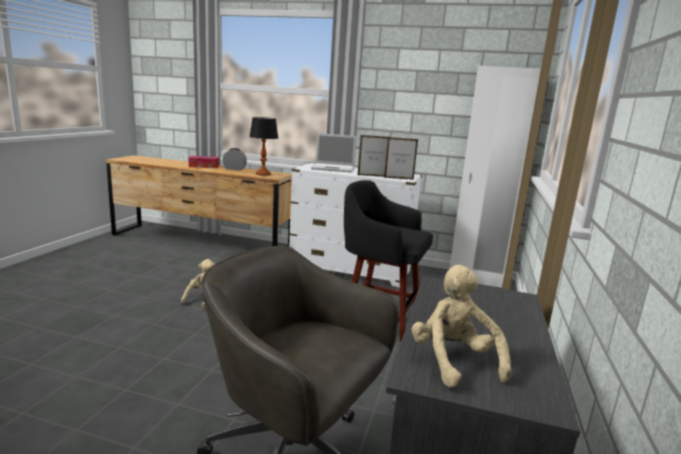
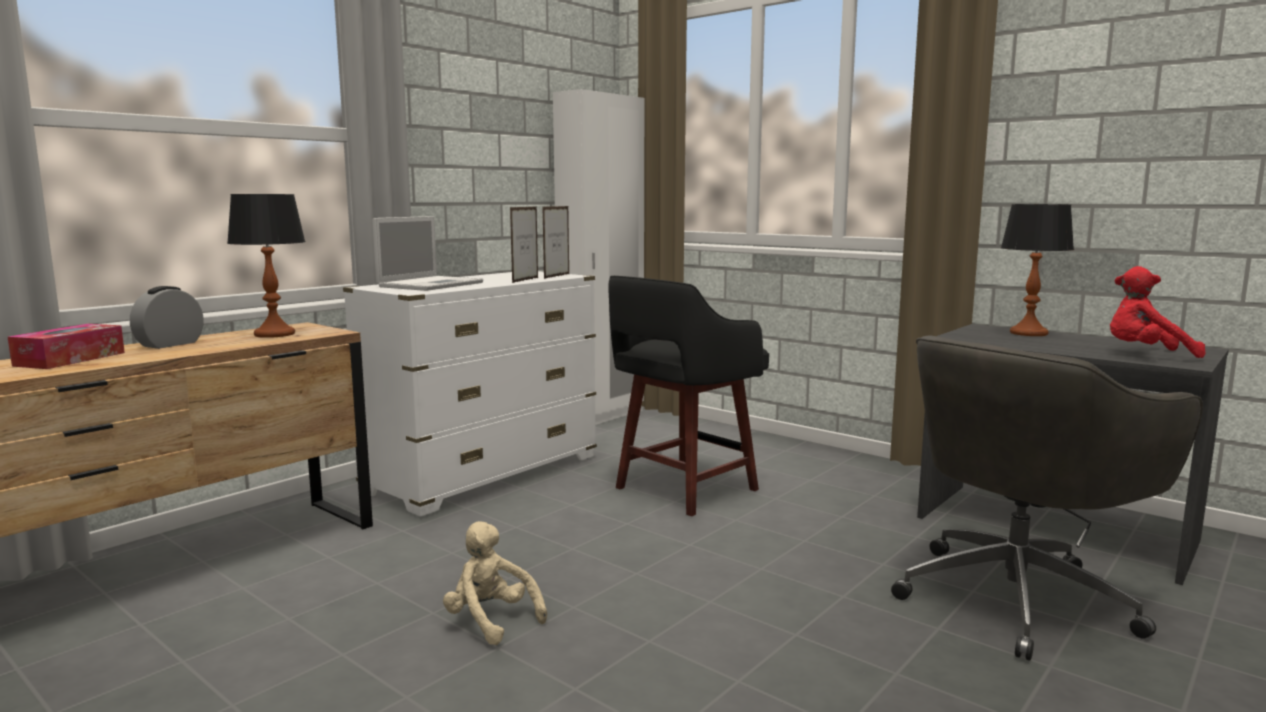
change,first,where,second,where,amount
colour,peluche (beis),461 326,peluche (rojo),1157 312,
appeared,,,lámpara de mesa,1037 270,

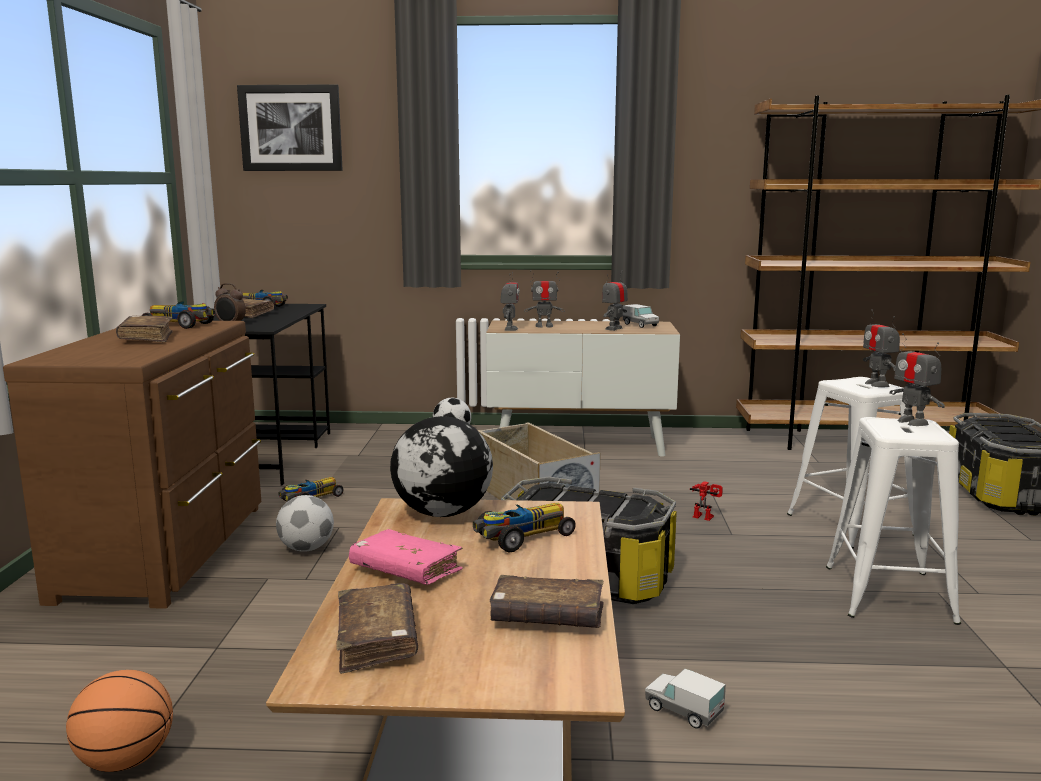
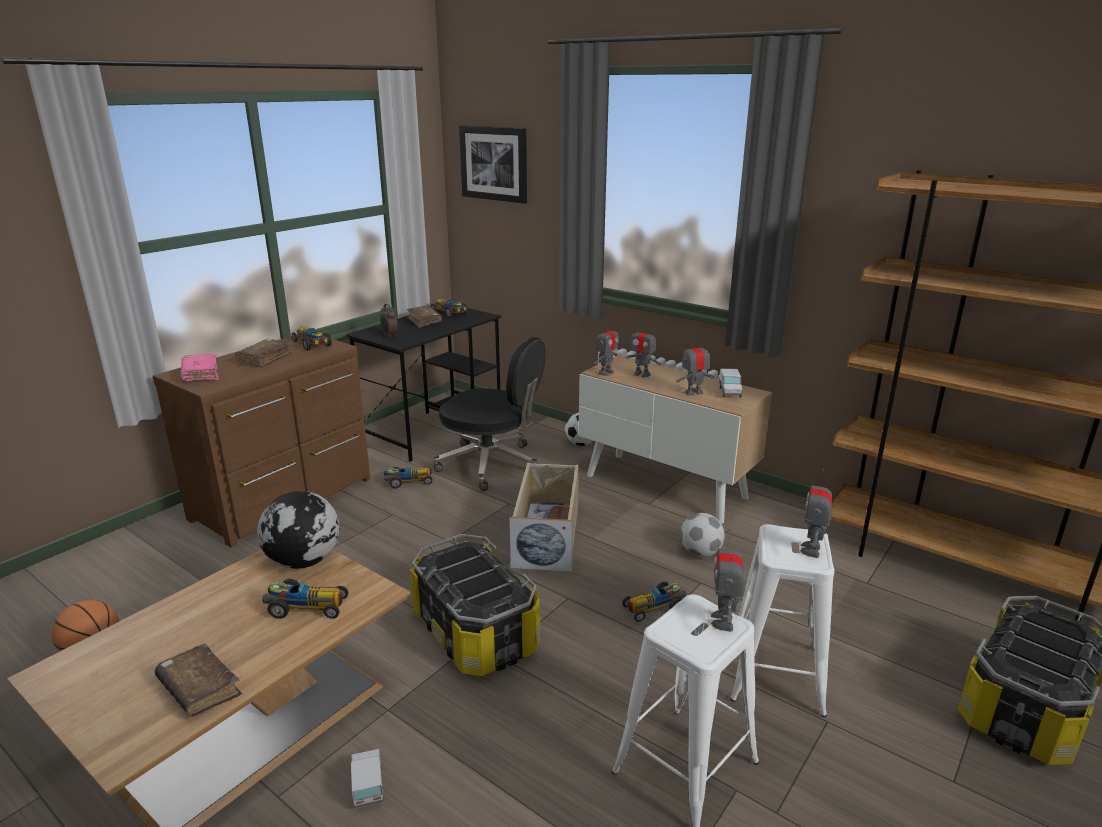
change,first,where,second,where,amount
exchanged,robot de juguete,706 501,coche de juguete,654 602,
relocated,balón de fútbol,305 523,,702 535,
relocated,libro (rosa),406 557,,200 367,
missing,libro (marrón),377 628,,,
appeared,,,silla de oficina (negro),489 414,

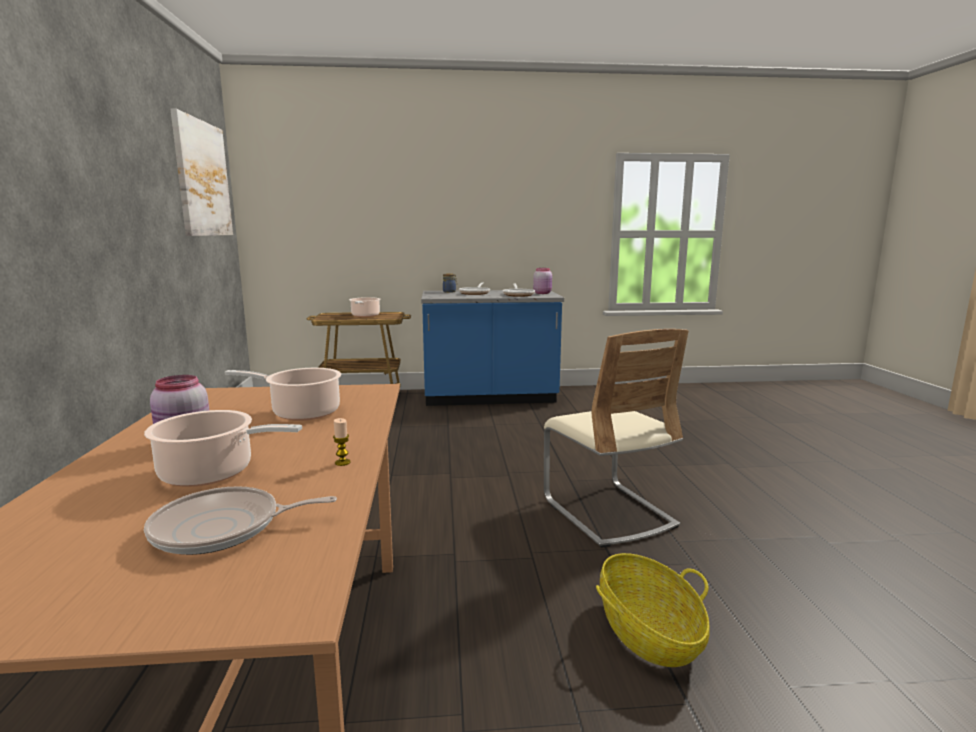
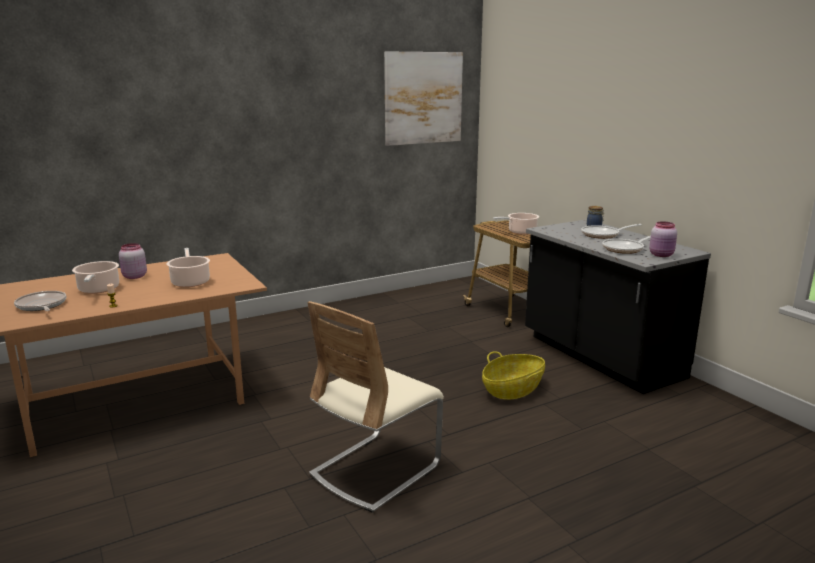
change,first,where,second,where,amount
colour,mueble bajo de cocina (azul),492 348,mueble bajo de cocina (negro),618 306,
relocated,cesta,653 610,,513 375,

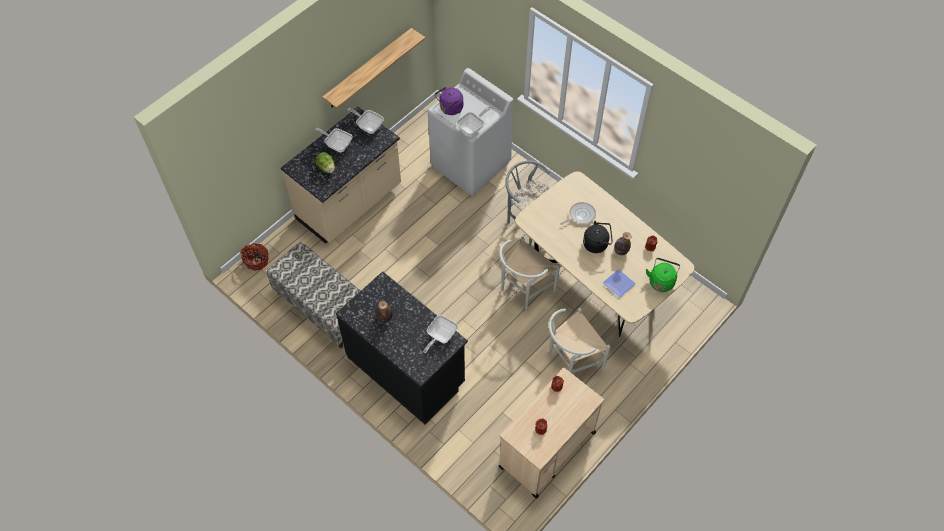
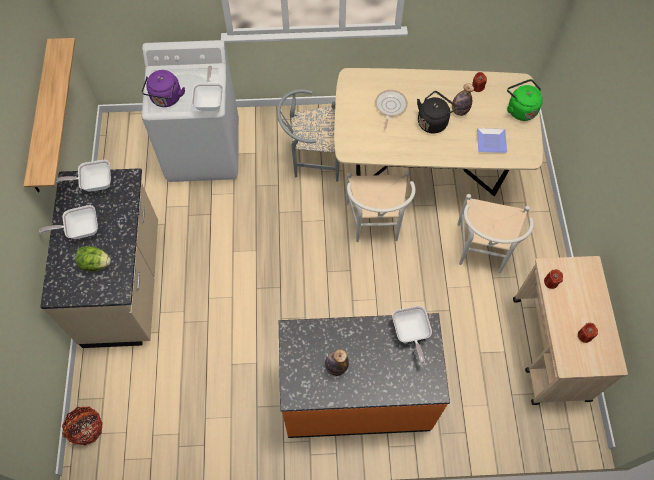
change,first,where,second,where,amount
missing,banco,313 295,,,
colour,mueble bajo de cocina (negro),402 348,mueble bajo de cocina (naranja),364 375,

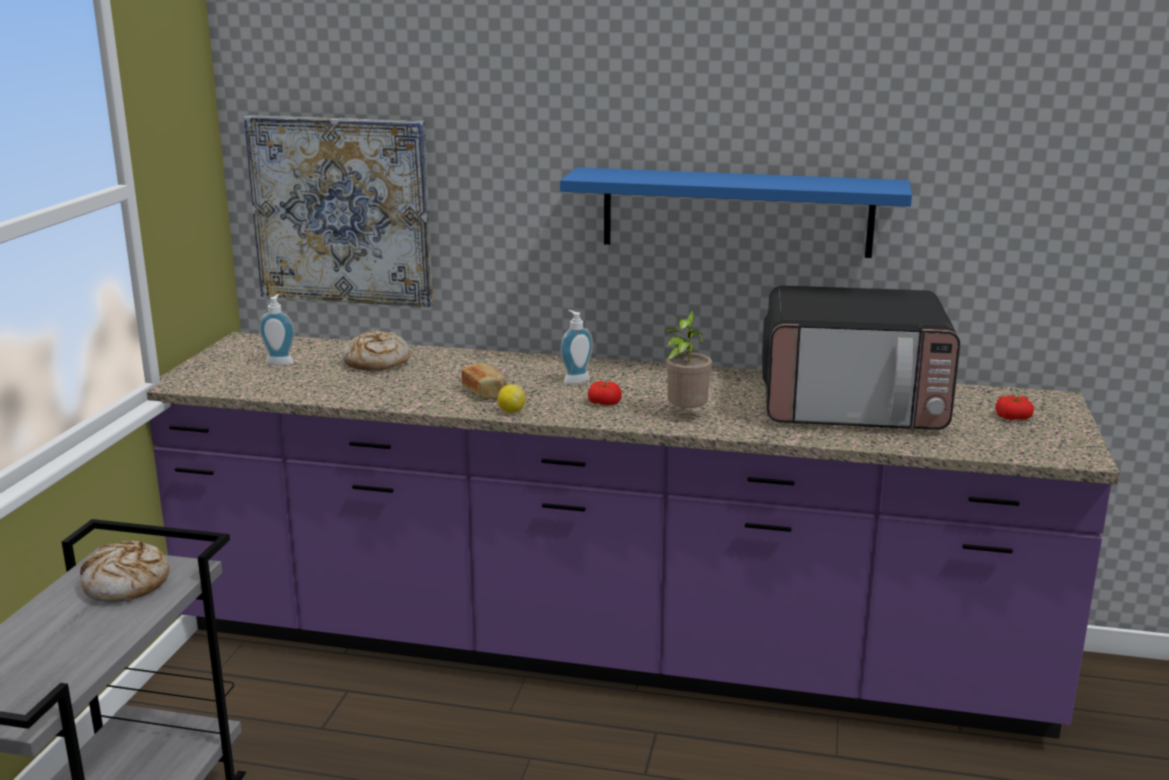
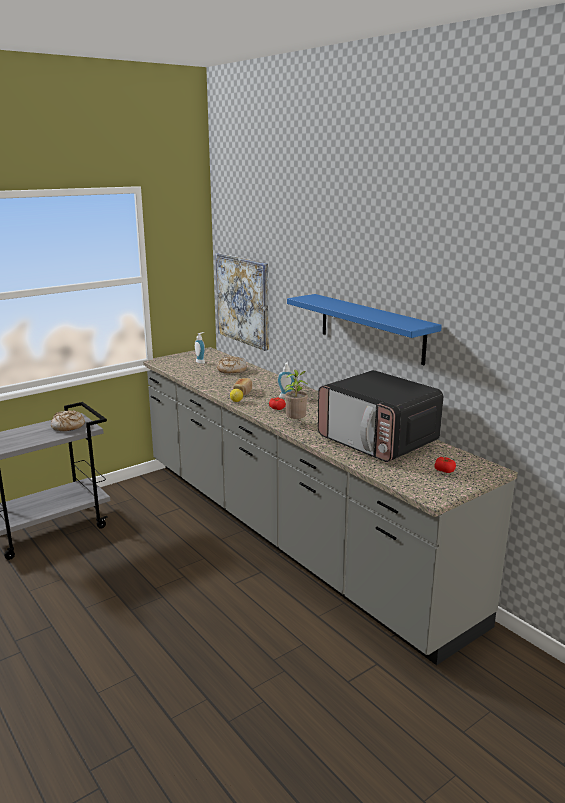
change,first,where,second,where,amount
colour,mueble bajo de cocina (morado),633 535,mueble bajo de cocina (gris),330 506,

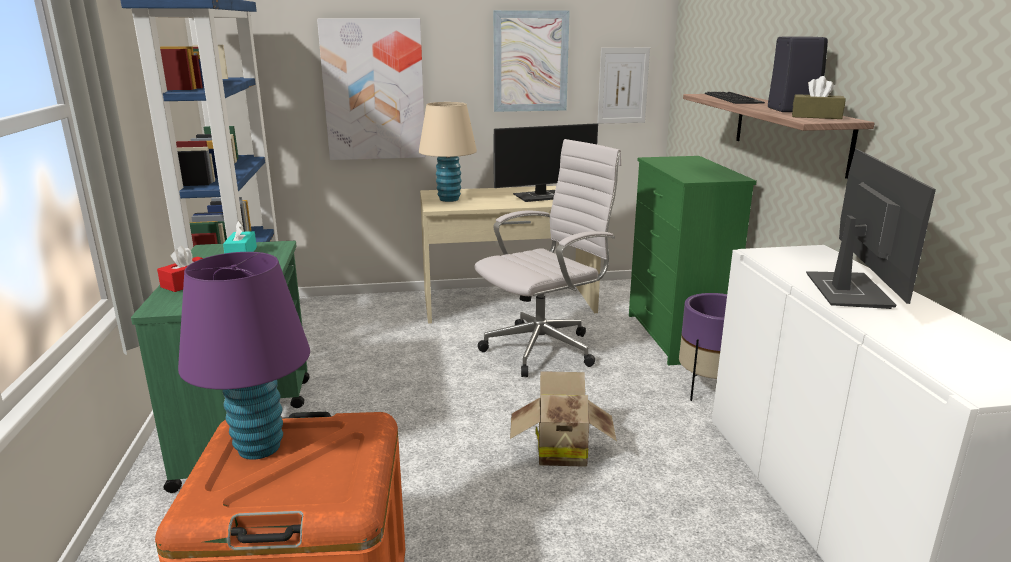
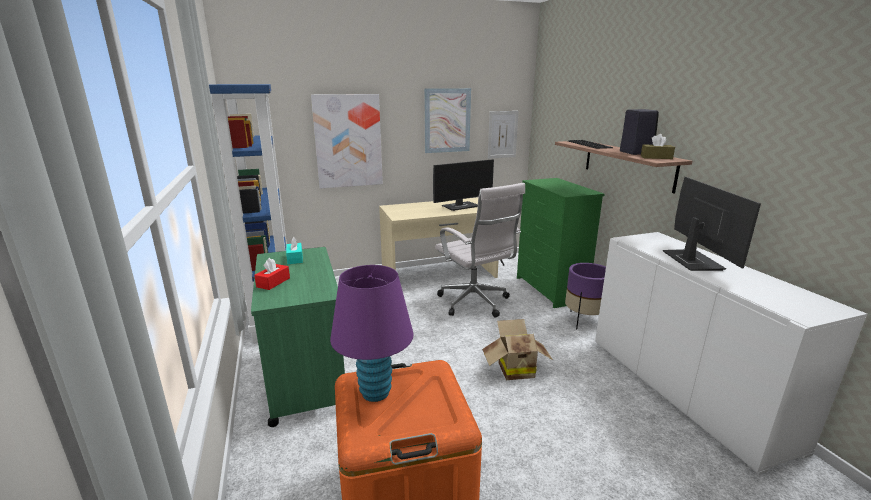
change,first,where,second,where,amount
missing,lámpara de mesa (beis),448 152,,,
spun,silla de oficina (blanco),547 258,,480 250,105 degrees clockwise

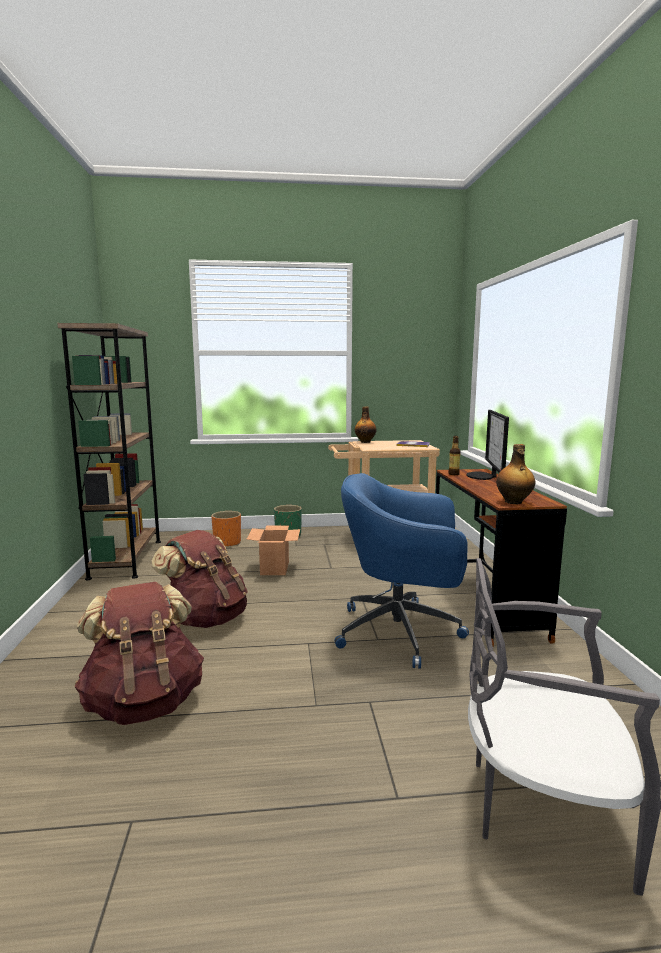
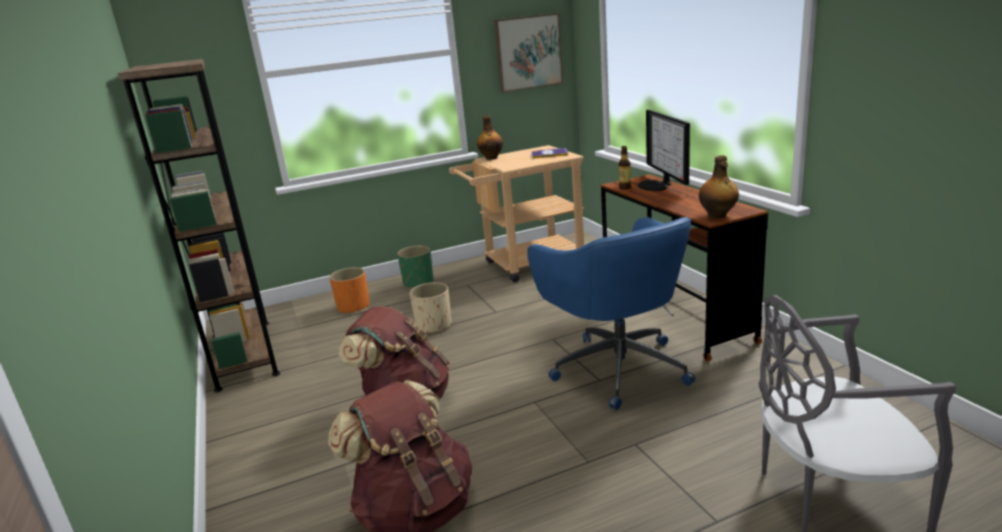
change,first,where,second,where,amount
spun,silla de oficina (azul),402 571,,611 313,105 degrees counterclockwise
exchanged,caja de cartón,273 550,maceta (beis),430 308,
appeared,,,cuadro,528 53,

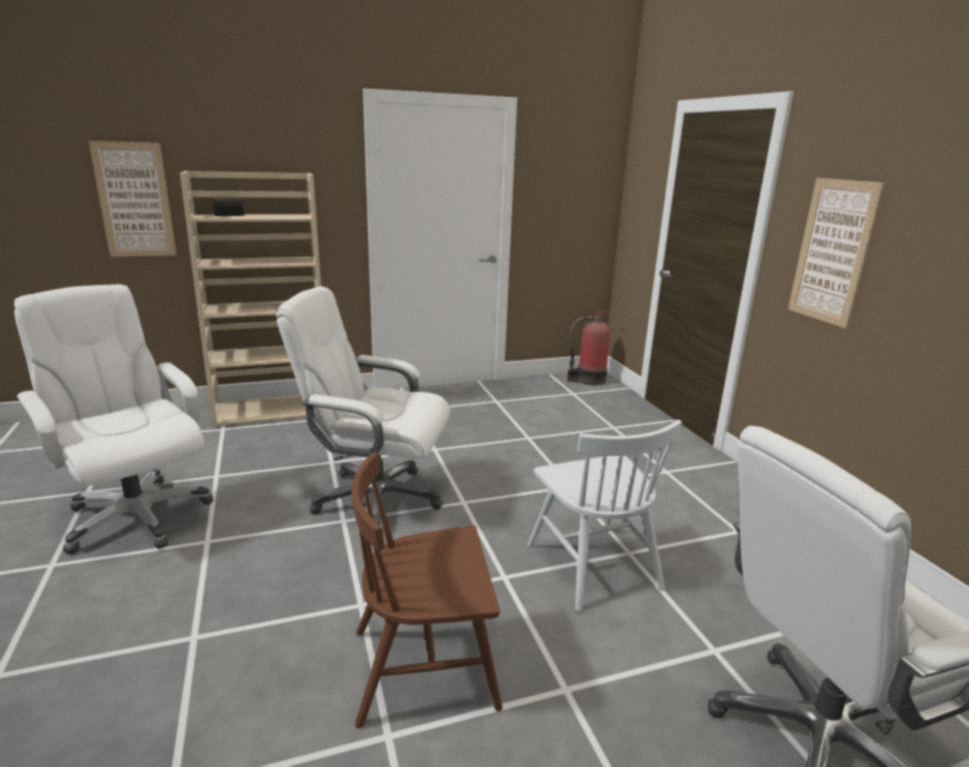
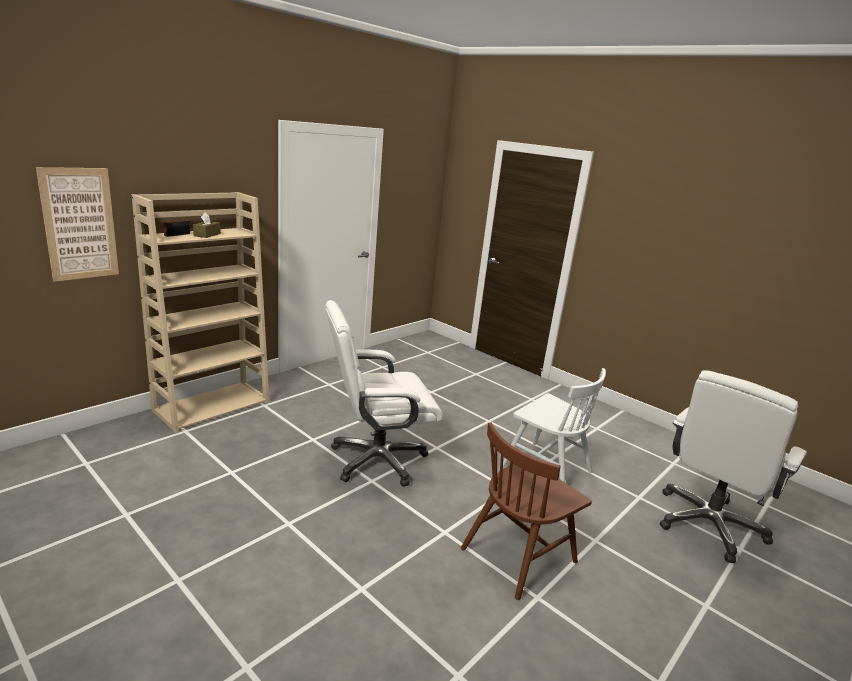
change,first,where,second,where,amount
missing,cuadro,836 253,,,
missing,silla de oficina (blanco),113 419,,,
missing,extintor,588 347,,,
appeared,,,caja de pañuelos (marrón),207 225,

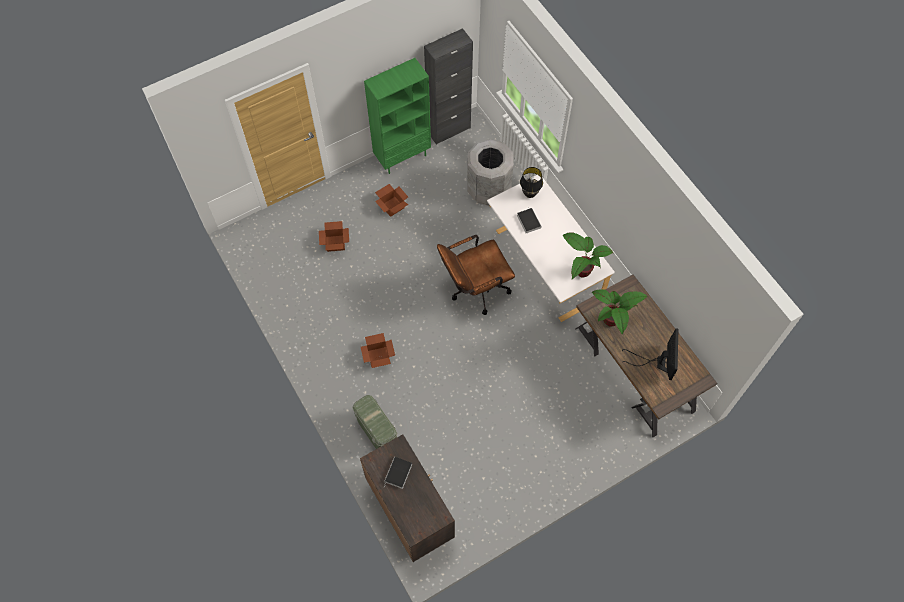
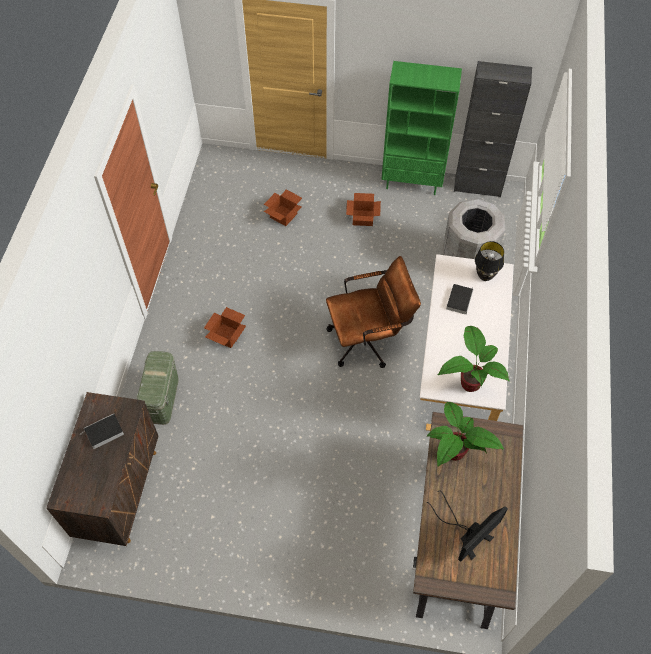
change,first,where,second,where,amount
spun,silla de oficina (marrón),476 275,,373 312,150 degrees clockwise

